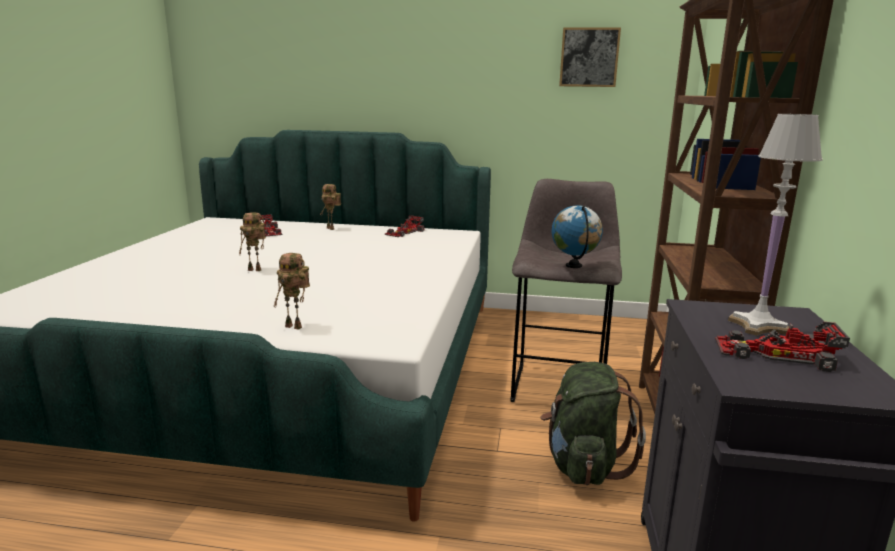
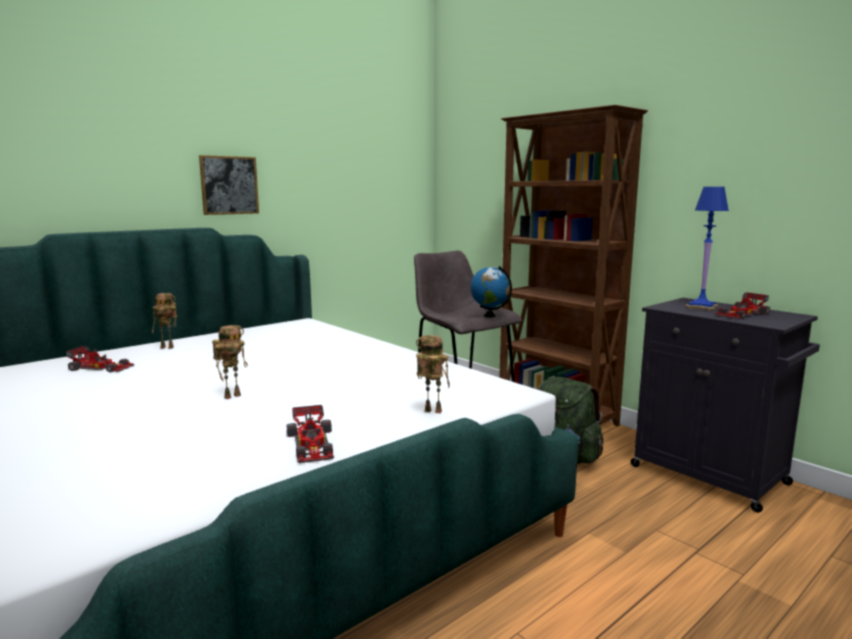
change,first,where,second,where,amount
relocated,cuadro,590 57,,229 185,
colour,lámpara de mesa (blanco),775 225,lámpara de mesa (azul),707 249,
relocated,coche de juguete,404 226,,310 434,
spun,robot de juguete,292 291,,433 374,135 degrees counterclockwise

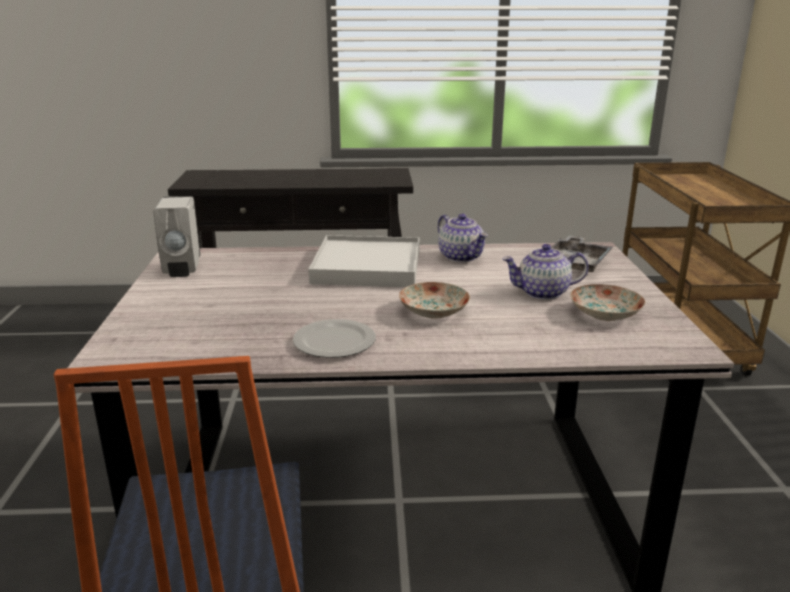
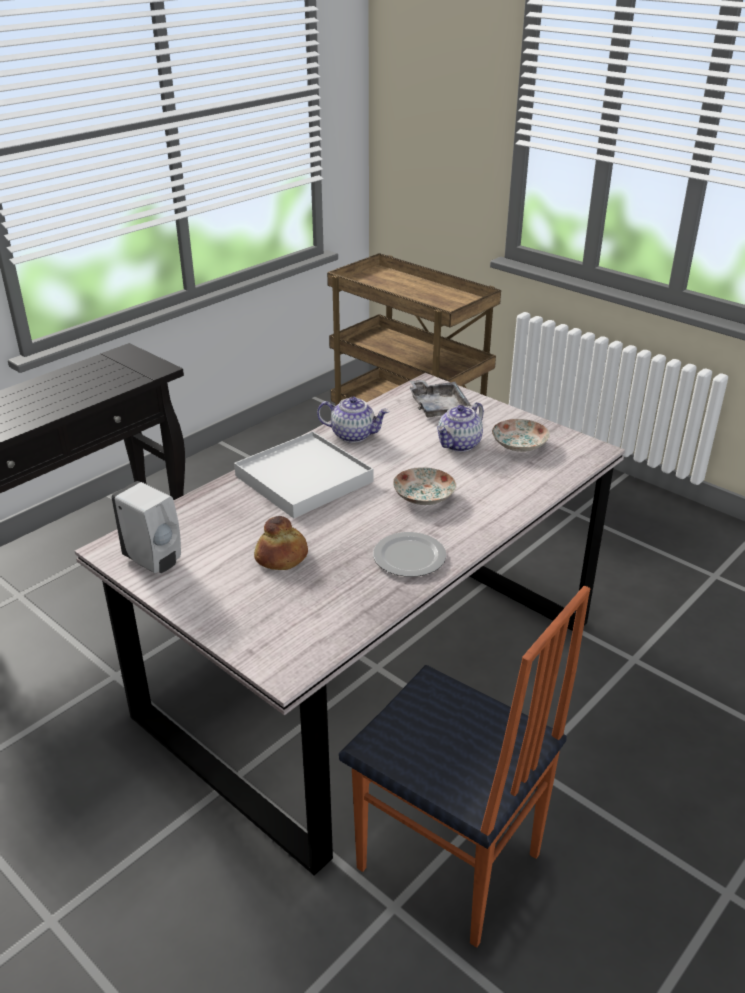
change,first,where,second,where,amount
appeared,,,pan,281 543,

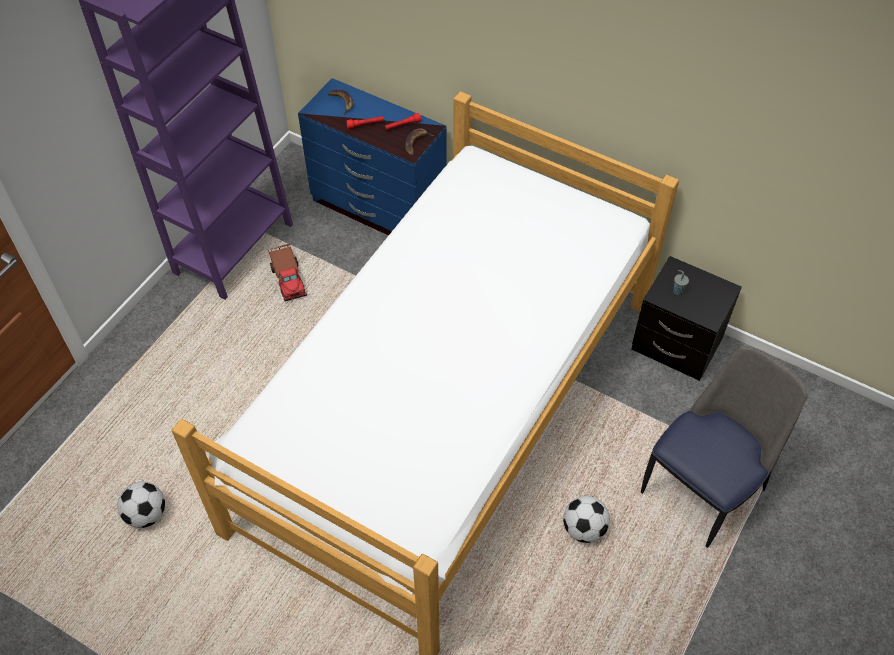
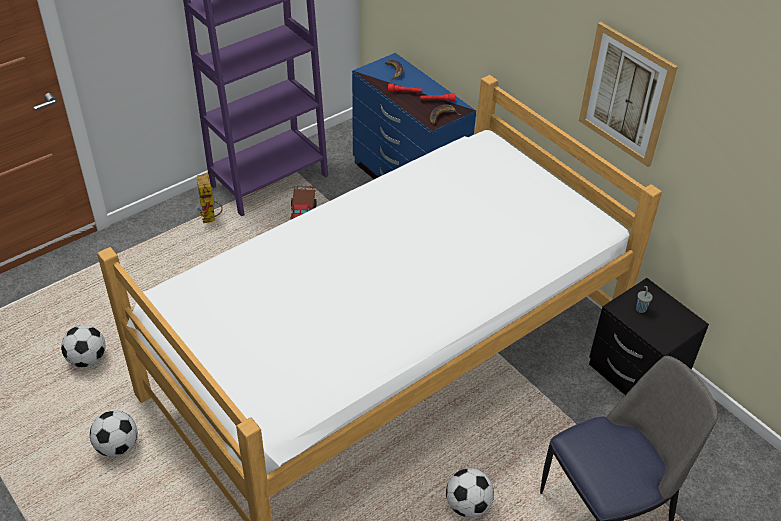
change,first,where,second,where,amount
appeared,,,cuadro,628 94,
appeared,,,robot de juguete,210 198,
appeared,,,balón de fútbol,113 433,

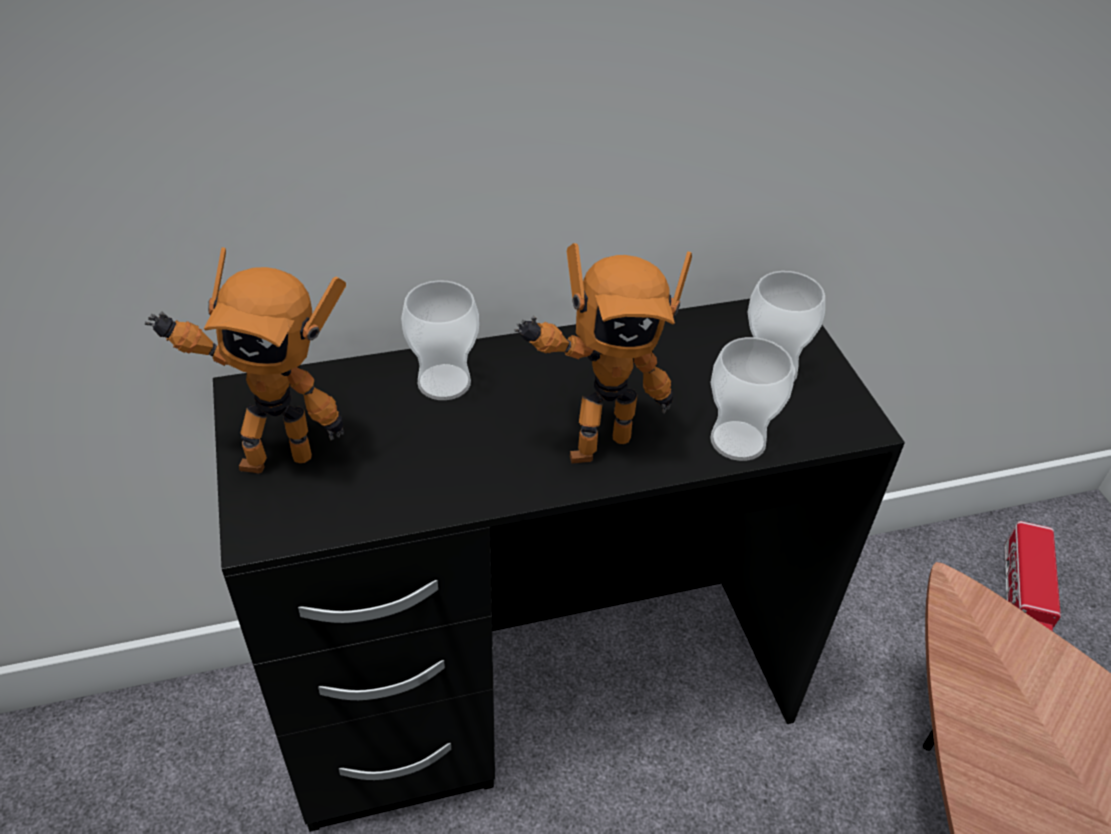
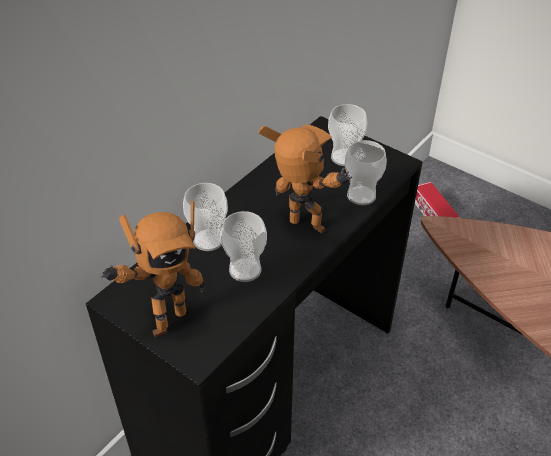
change,first,where,second,where,amount
spun,robot de juguete,603 353,,305 179,90 degrees counterclockwise
appeared,,,taza,243 246,

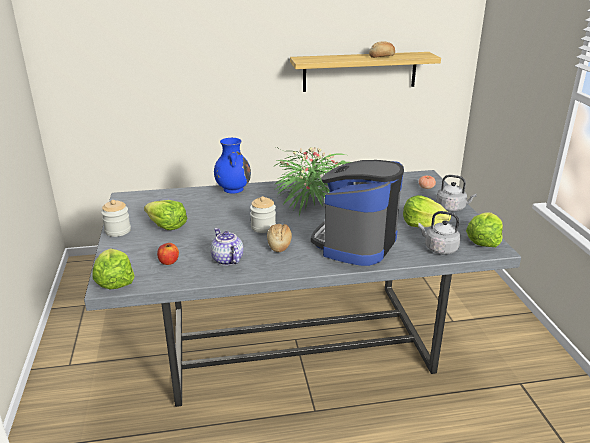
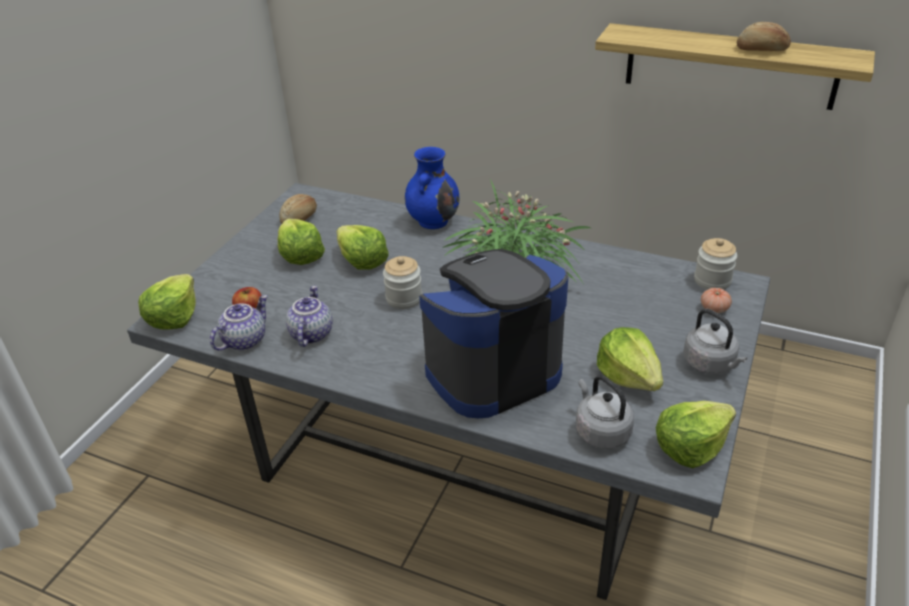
change,first,where,second,where,amount
relocated,tarro,116 218,,715 264,
relocated,pan,279 238,,298 209,
appeared,,,lechuga,363 247,
appeared,,,tetera,239 322,

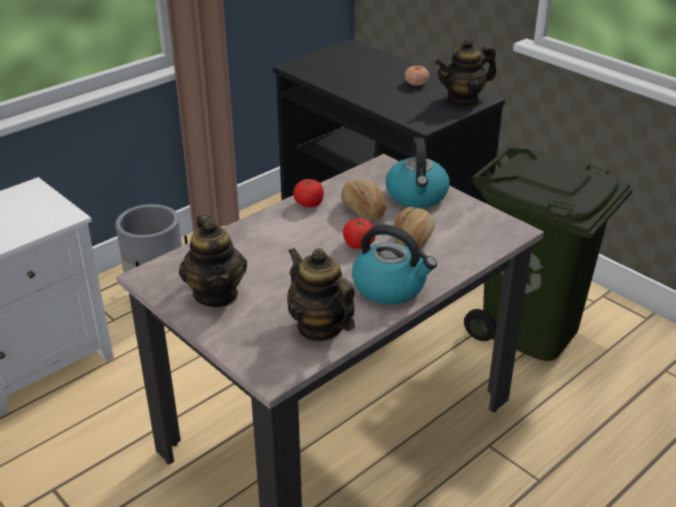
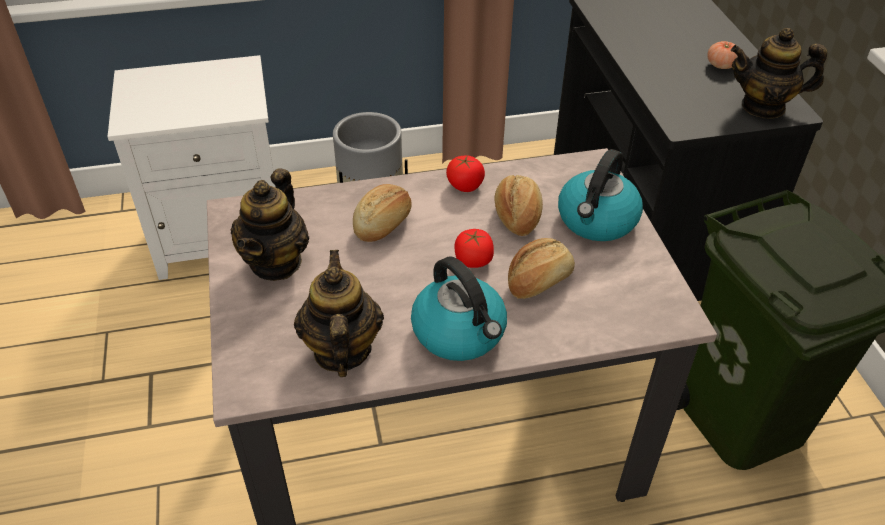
change,first,where,second,where,amount
appeared,,,pan,382 213,

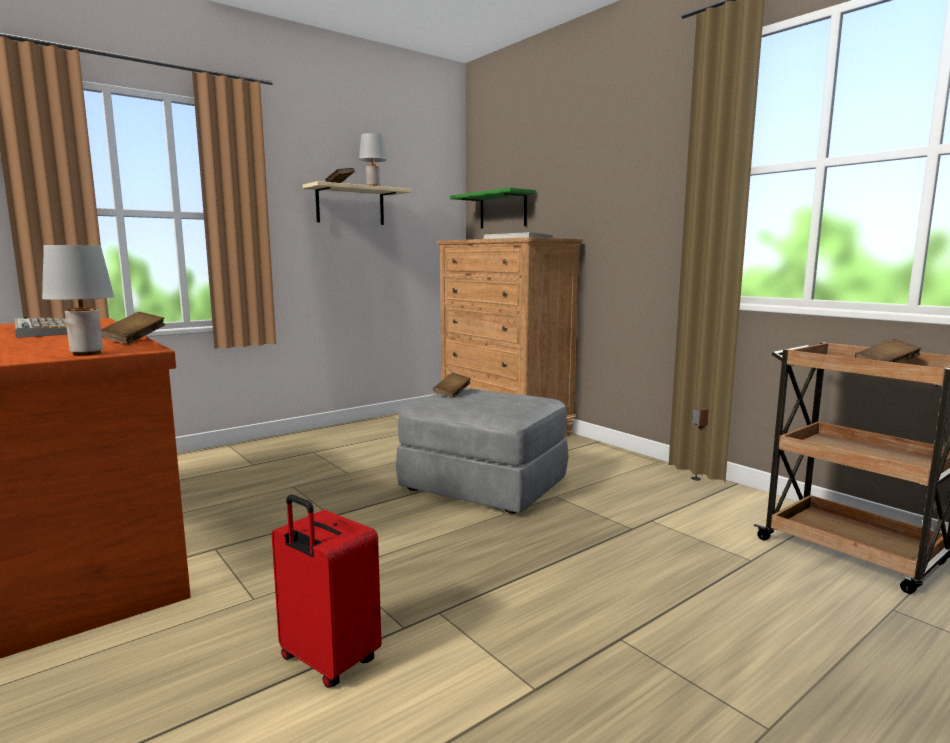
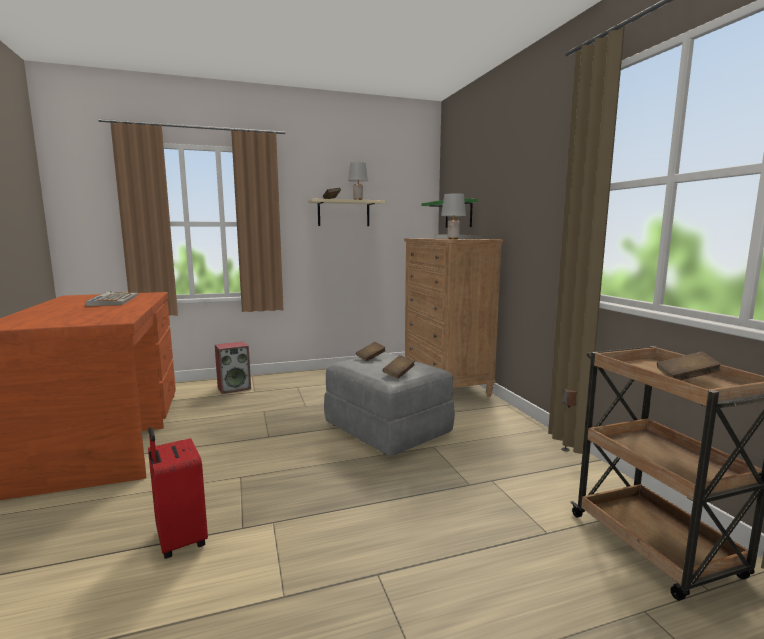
change,first,where,second,where,amount
relocated,lámpara de mesa (gris),78 300,,453 216,
relocated,libro (marrón),133 328,,399 367,
appeared,,,altavoz,233 367,

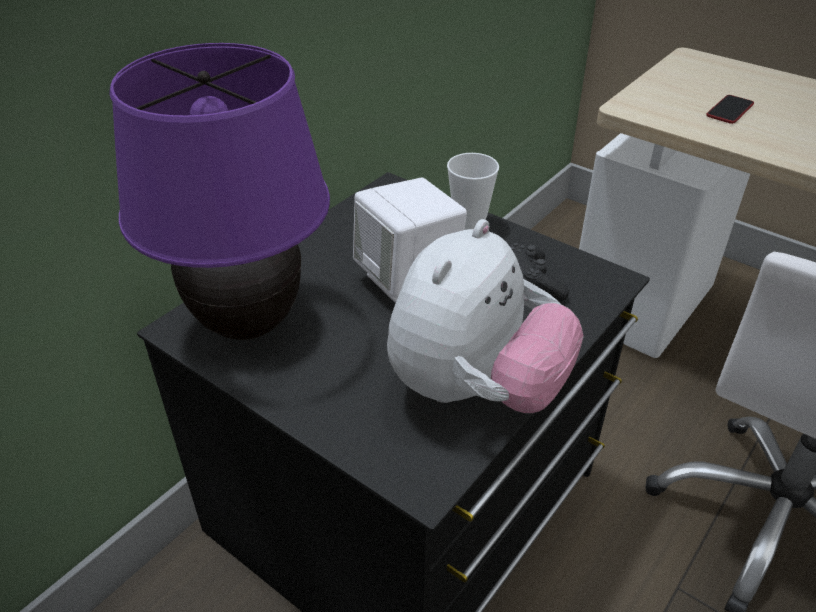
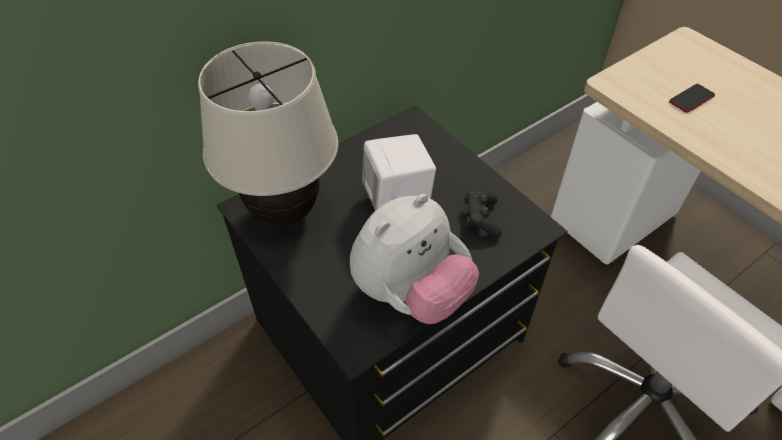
change,first,where,second,where,amount
colour,lámpara de mesa (morado),219 191,lámpara de mesa (beis),268 133,
missing,taza,473 191,,,

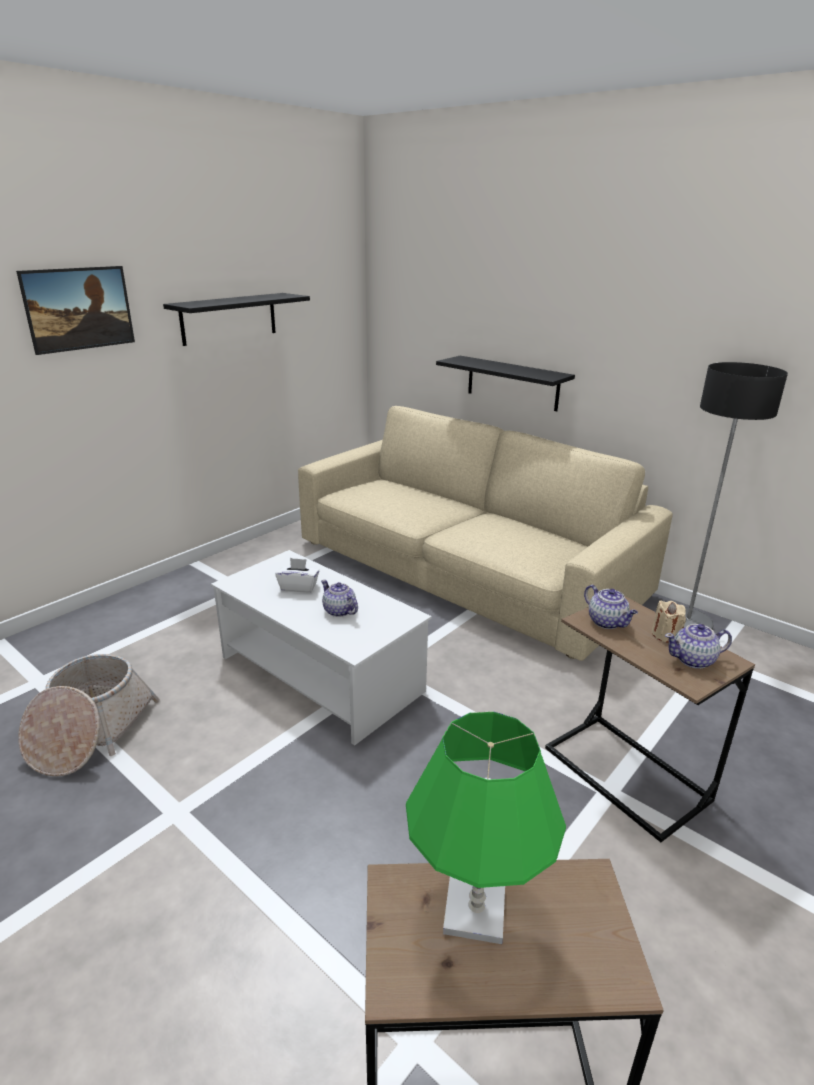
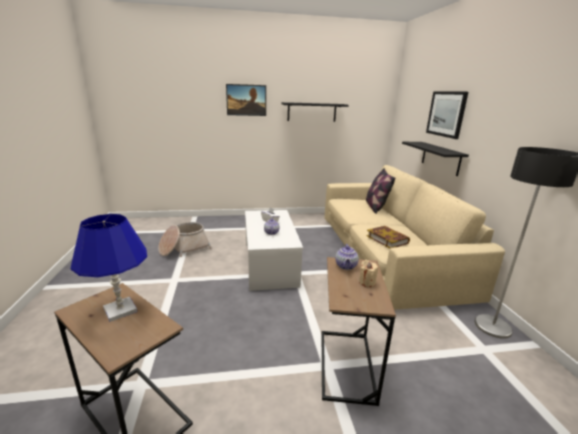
change,first,where,second,where,amount
missing,tetera,698 646,,,
colour,lámpara de mesa (verde),486 827,lámpara de mesa (azul),108 268,
appeared,,,cuadro,447 115,
appeared,,,cojín,380 191,
appeared,,,libro,388 237,

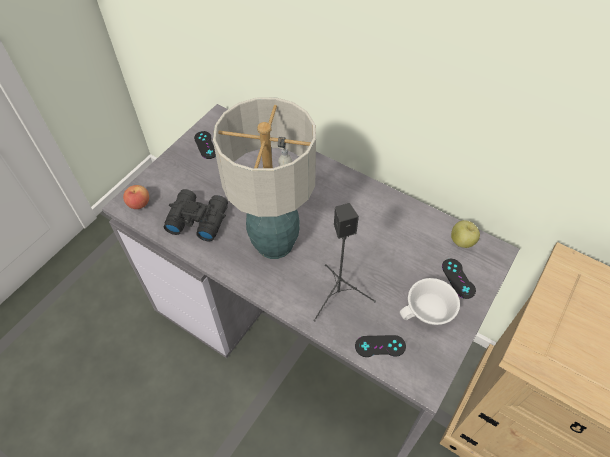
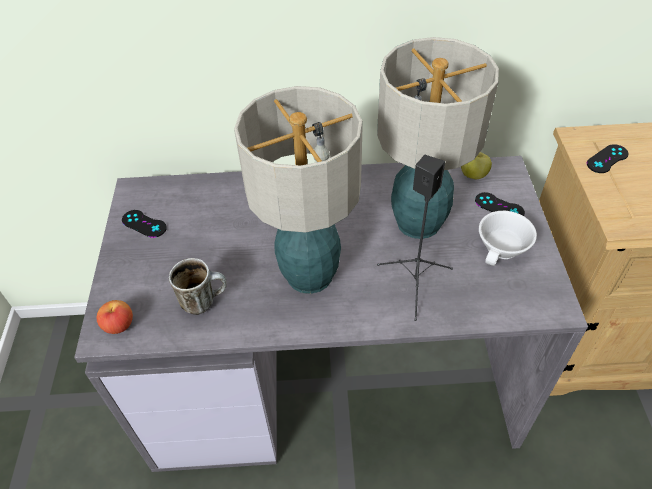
change,first,where,second,where,amount
exchanged,prismáticos (negro),196 215,taza grande,198 286,
relocated,mando de consola (negro),380 346,,608 158,
appeared,,,lámpara de mesa,438 138,

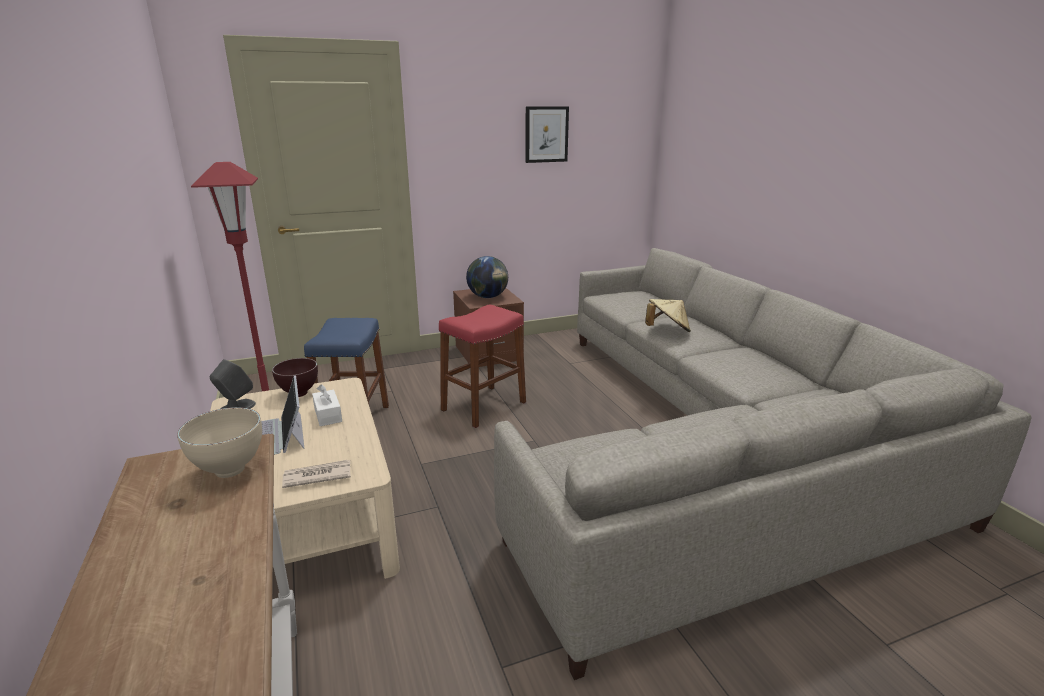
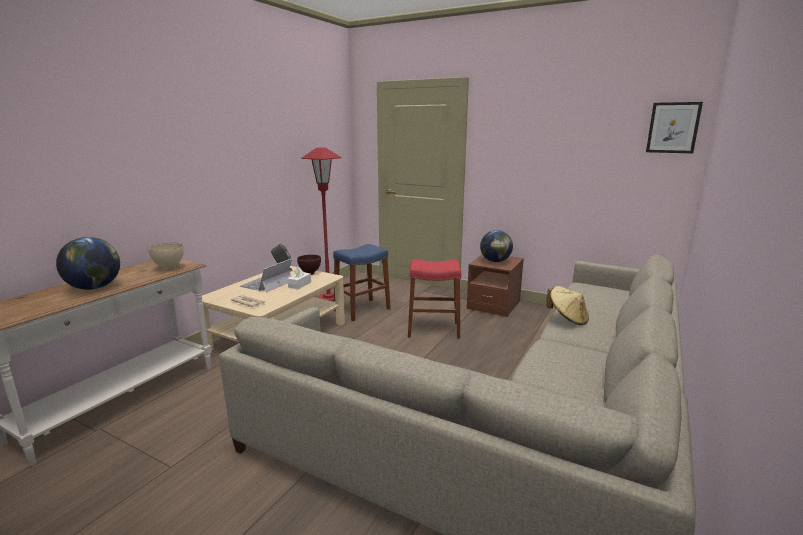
change,first,where,second,where,amount
relocated,cuadro,547 134,,674 128,
appeared,,,globo terráqueo,88 263,

